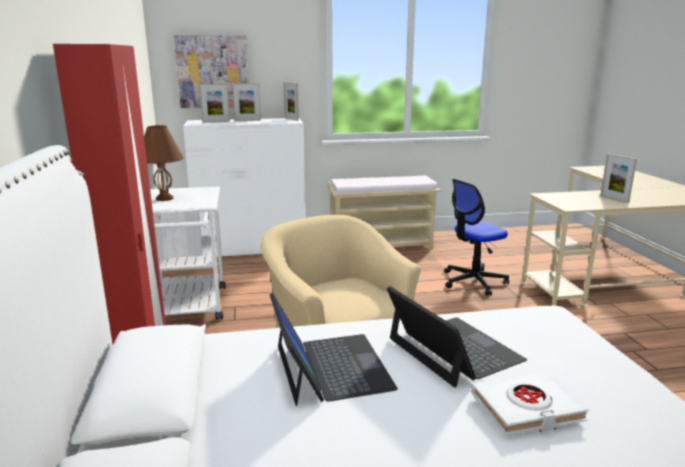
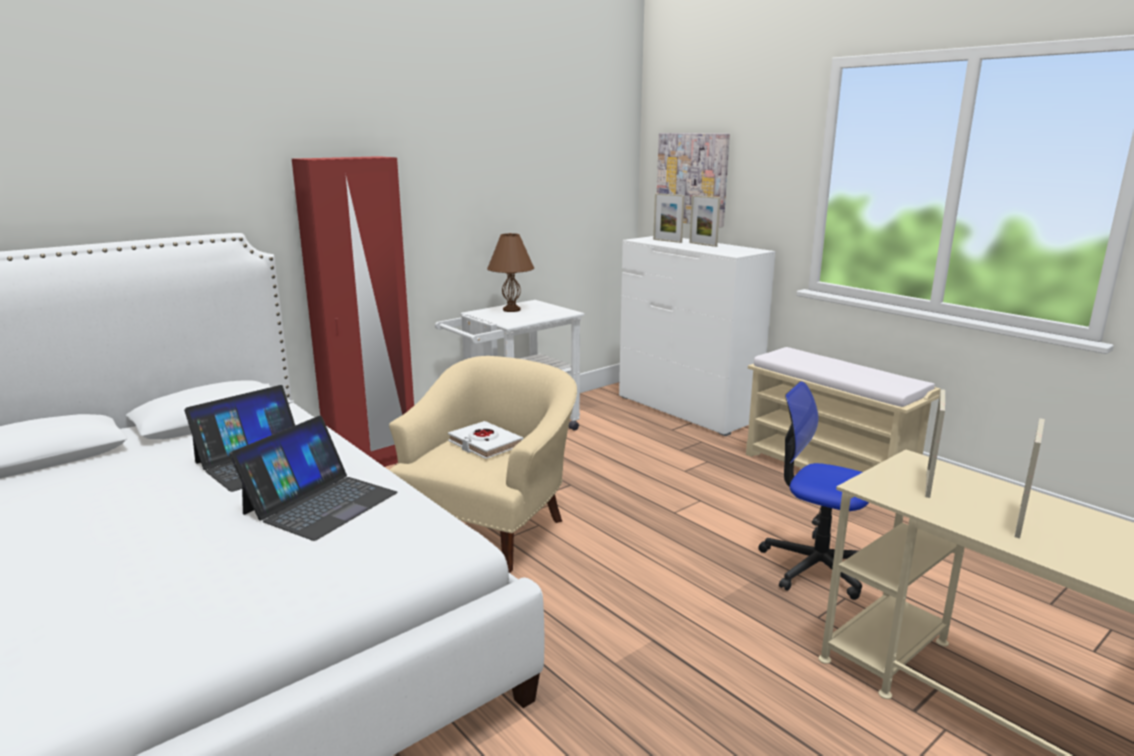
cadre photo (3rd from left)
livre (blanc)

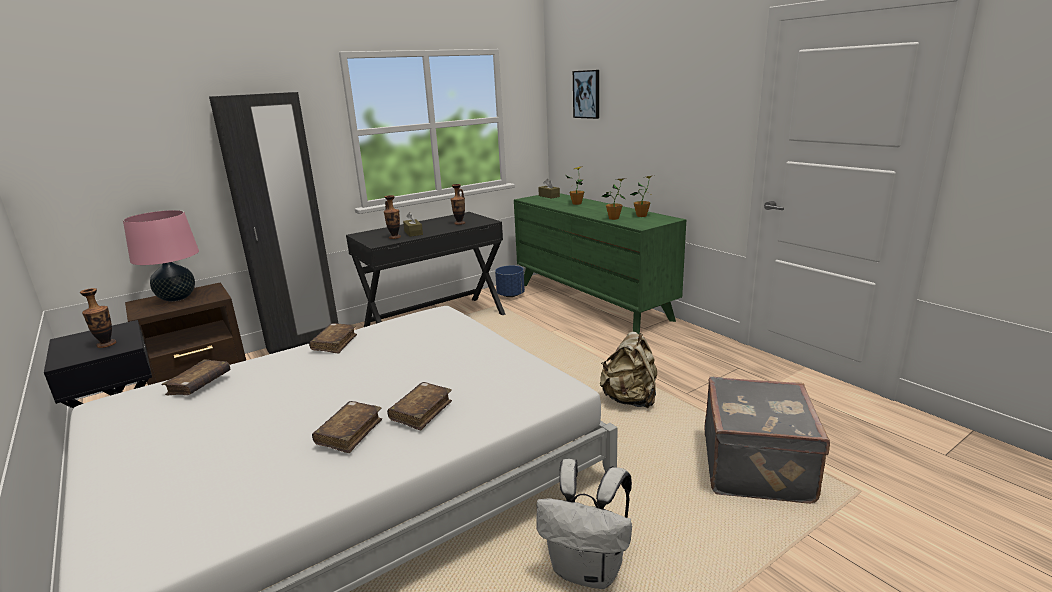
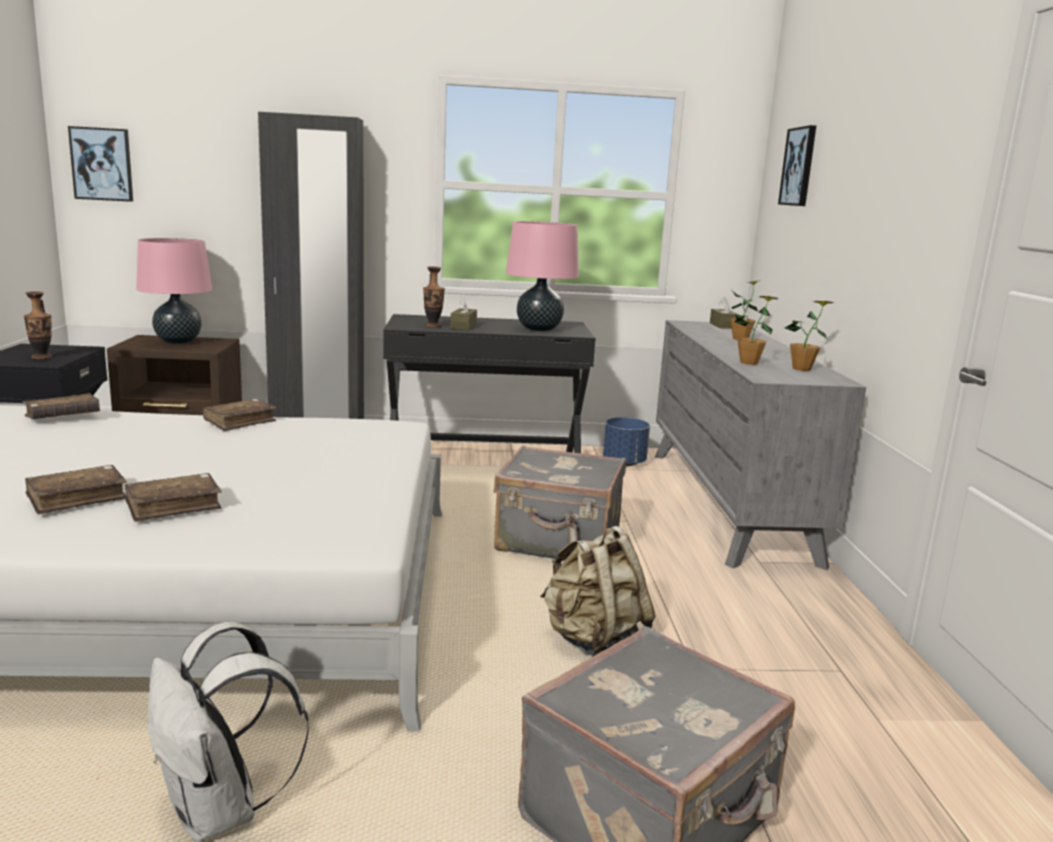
tableau (1st from left)
valise (gris) (1st from left)
lampe de table (rose) (2nd from left)
commode (gris)

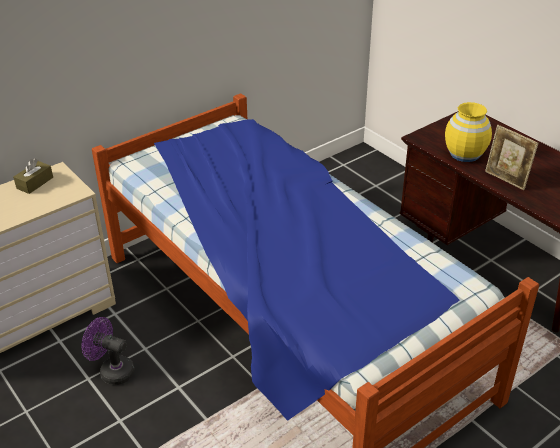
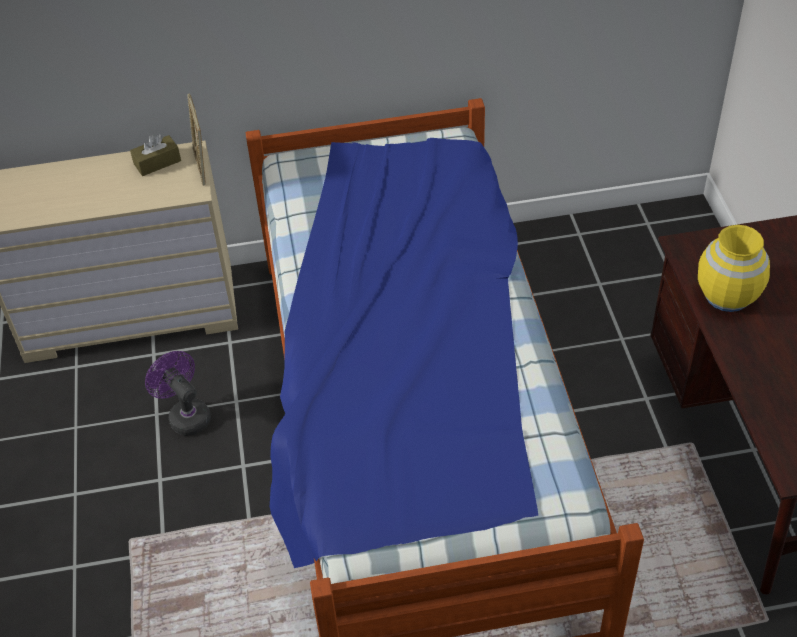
cadre photo

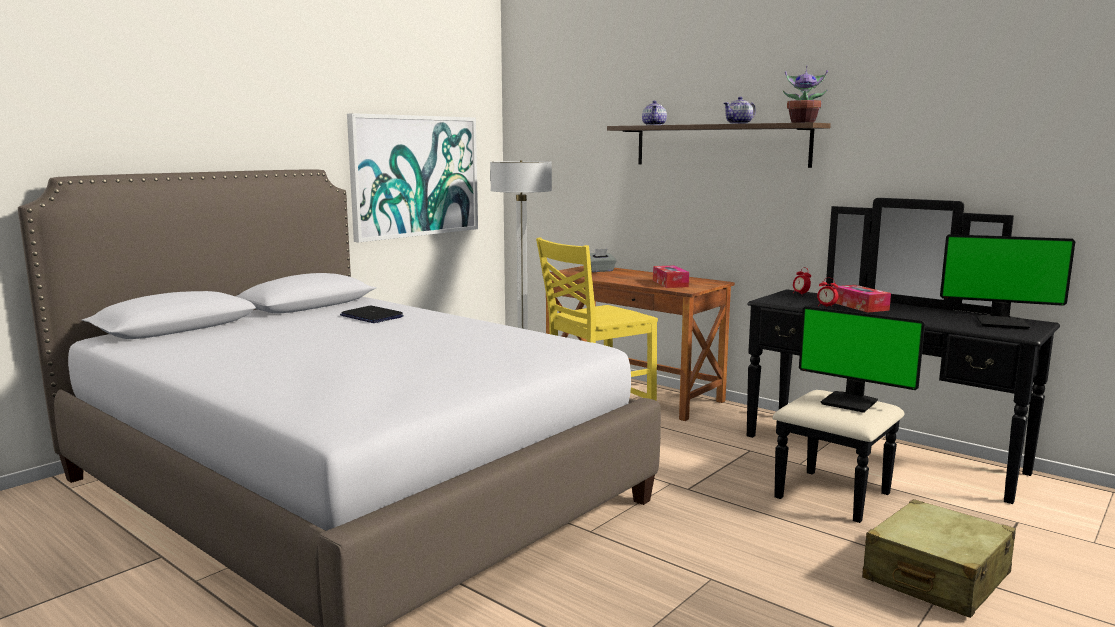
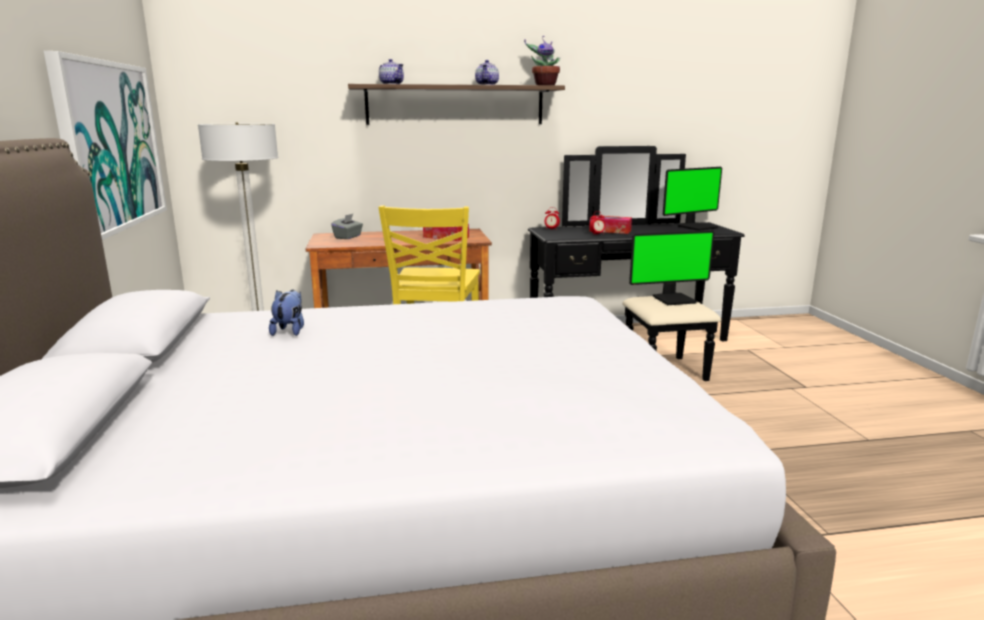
valise (beige)
peluche

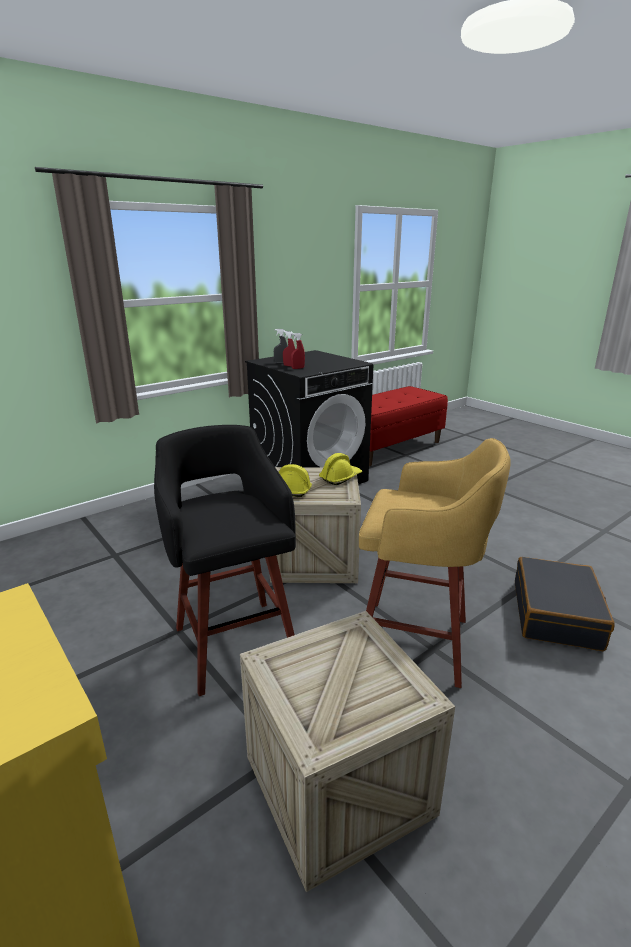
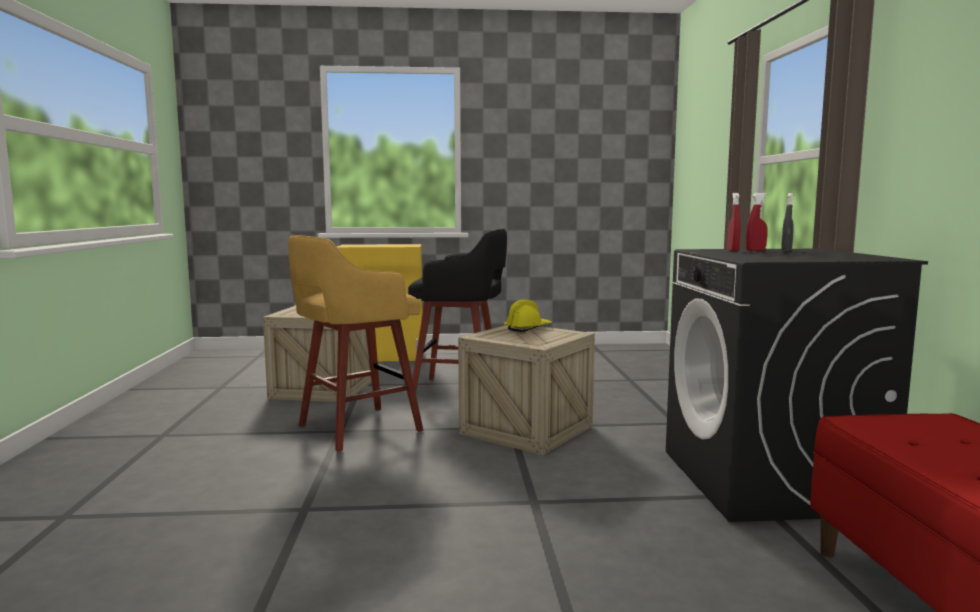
casque de chantier (jaune) (2nd from left in the first image)
valise (noir)

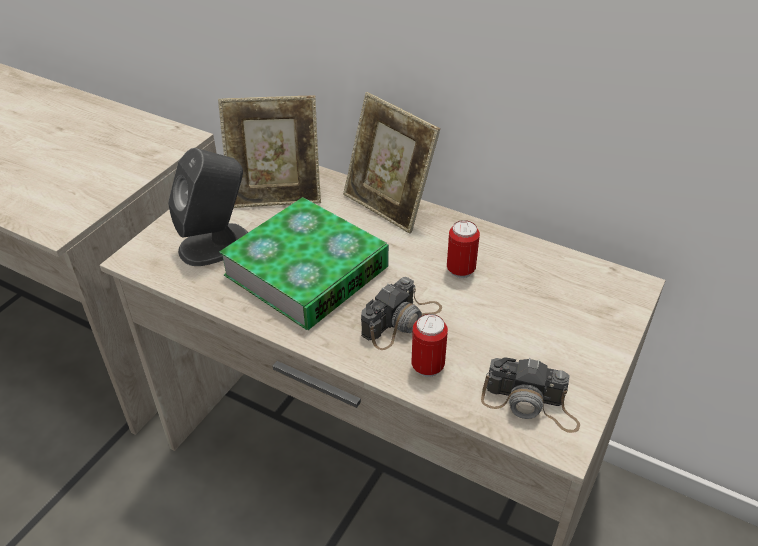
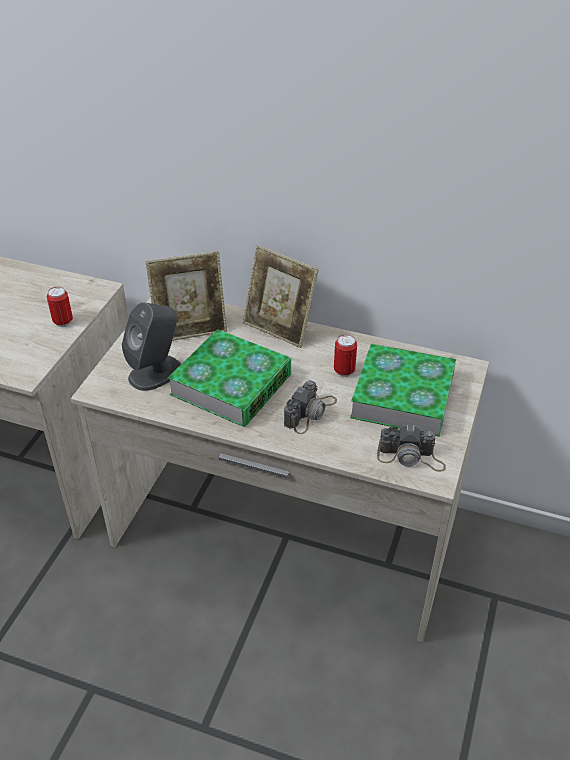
livre (2nd from left)
boîte métallique (1st from left)

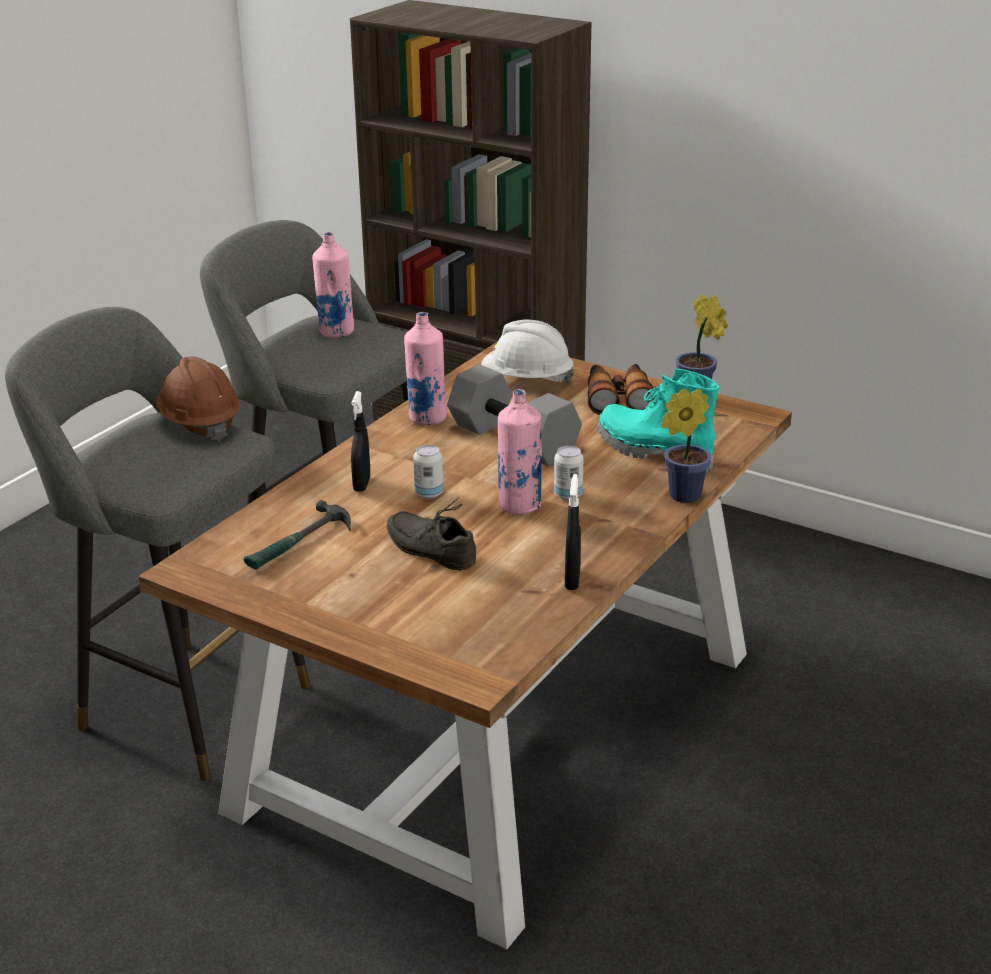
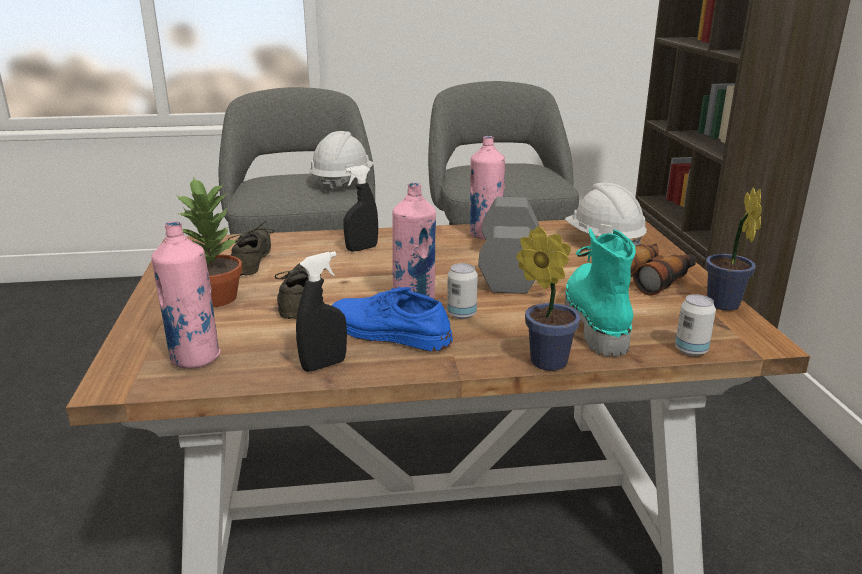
plante en pot (1st from left)
chaussure (bleu)
bouteille (rose) (1st from left)
boîte métallique (2nd from left)
chaussure (gris) (1st from left)
casque de chantier (blanc) (1st from left)

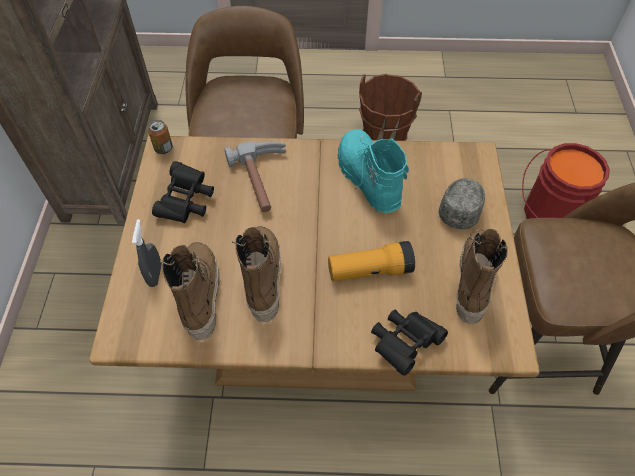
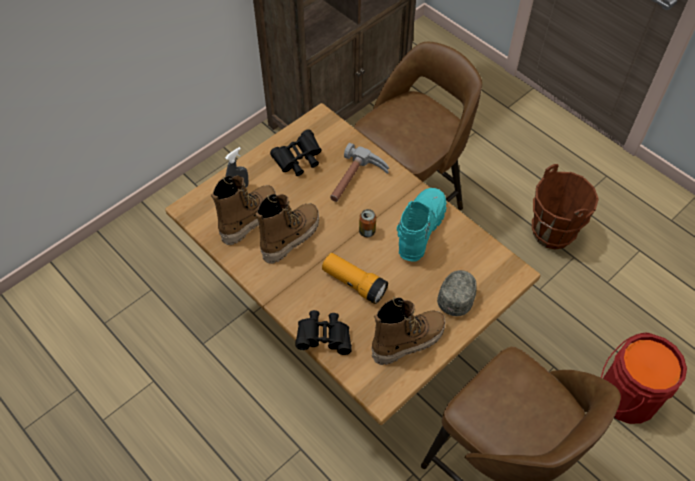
boîte métallique
casquette (gris)

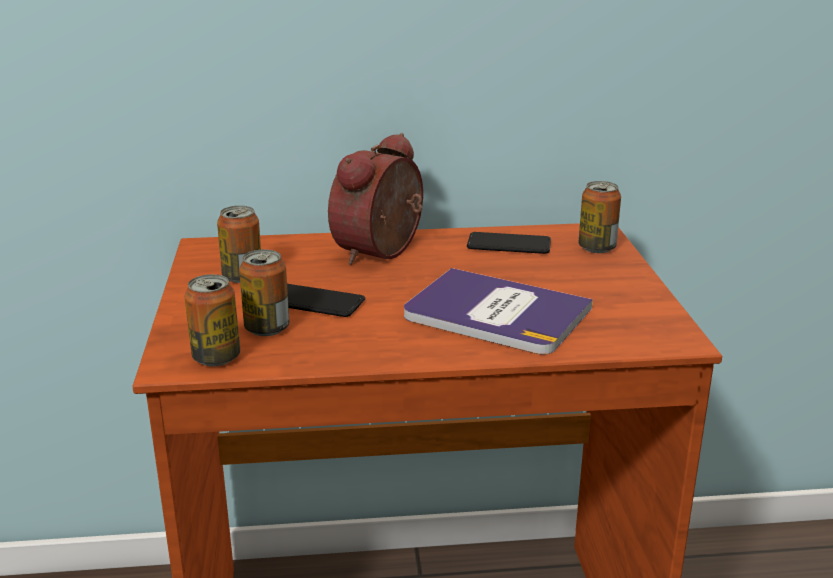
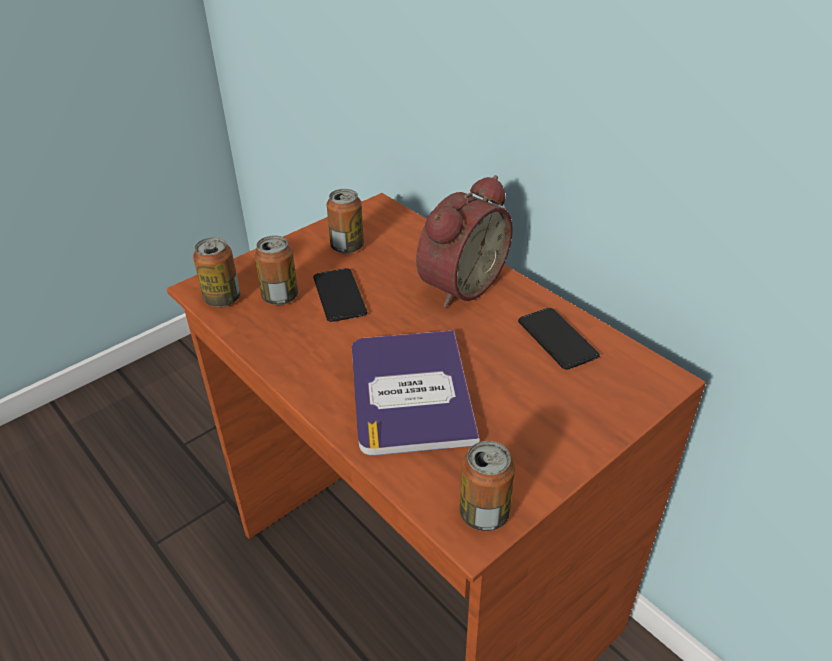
boîte métallique (4th from left)
réveil

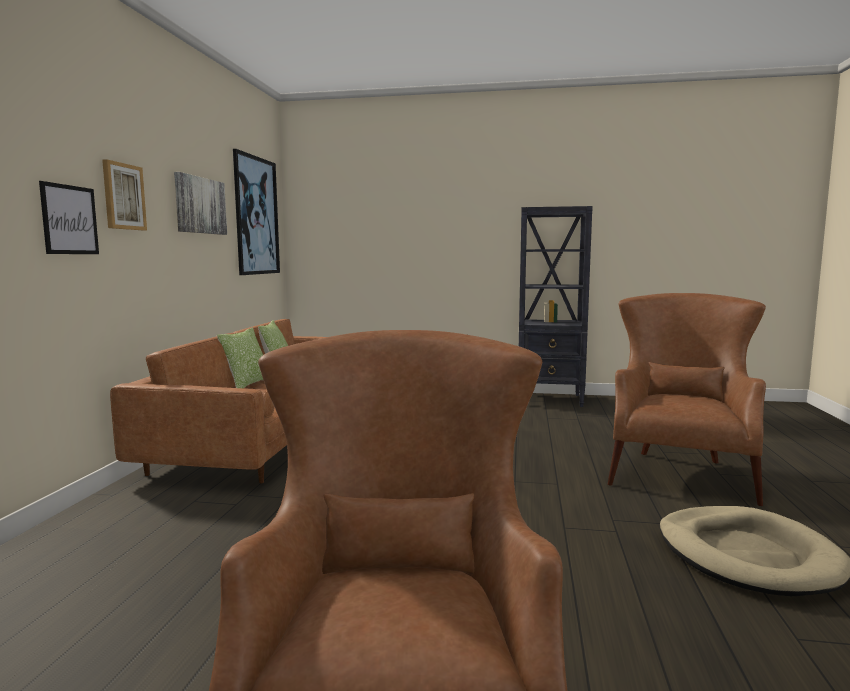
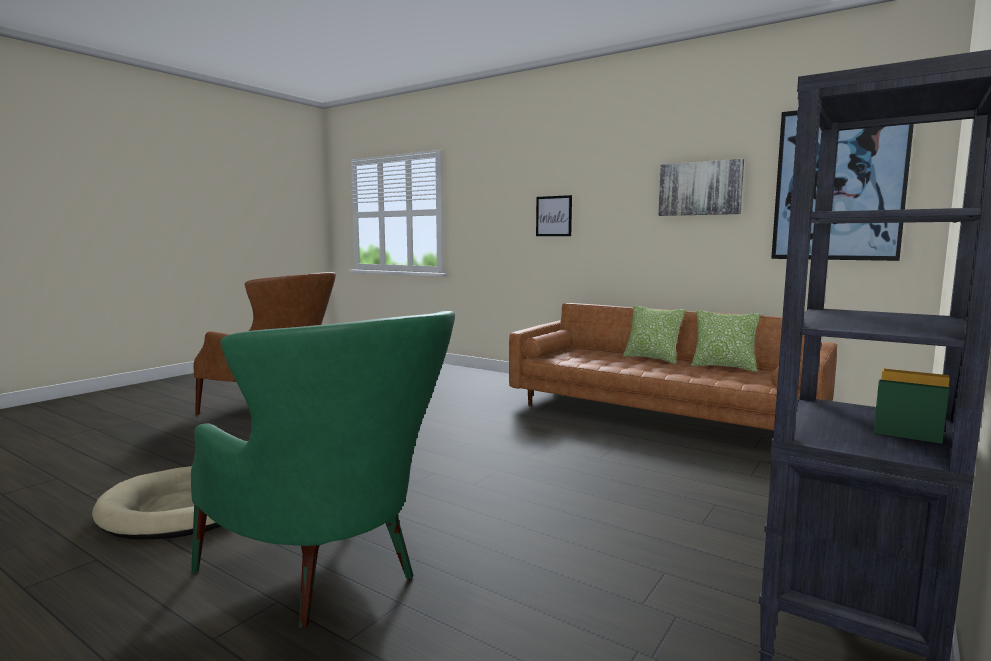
tableau (2nd from left in the first image)
fauteuil (vert)

